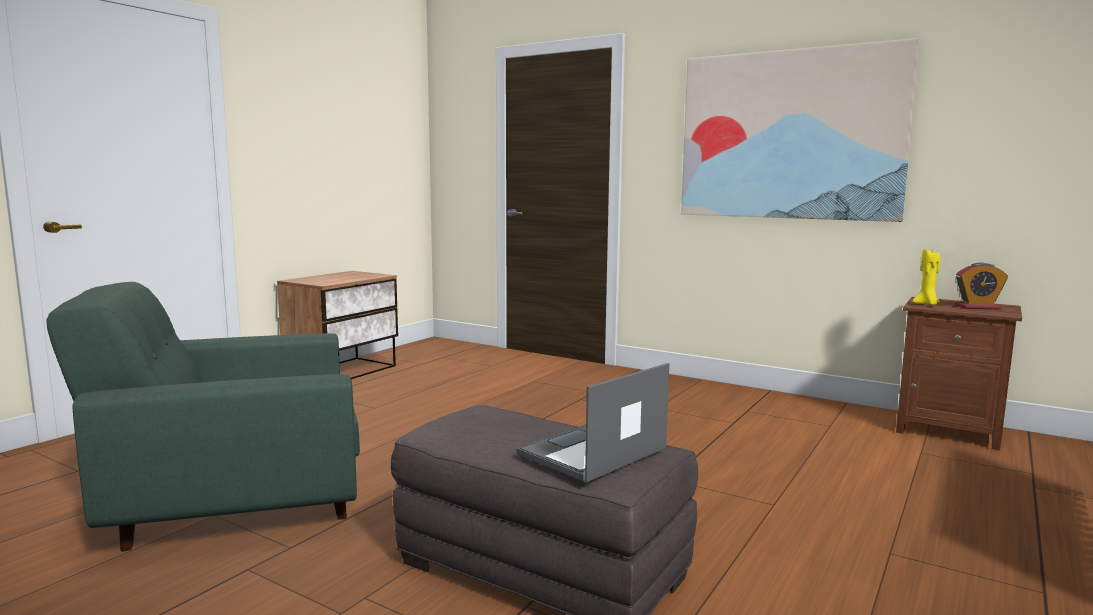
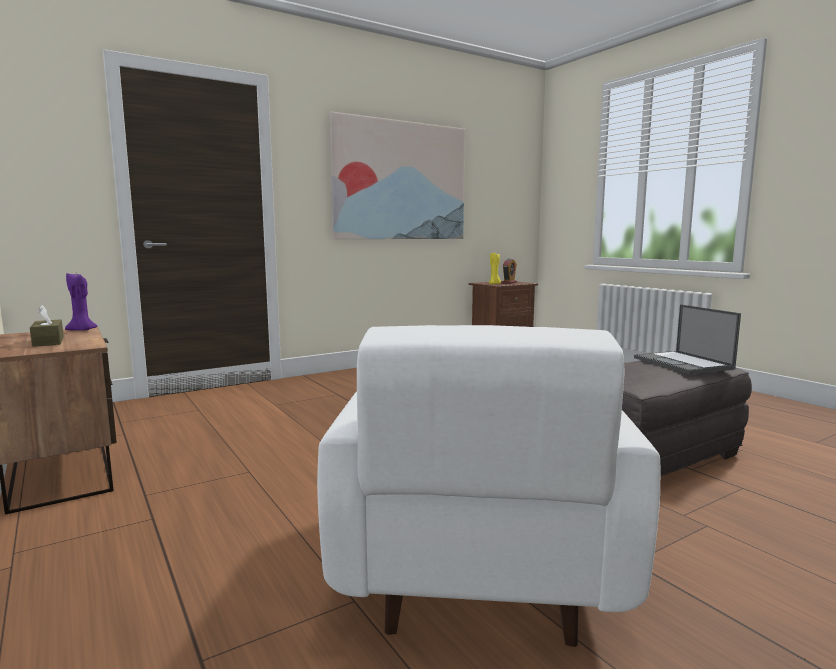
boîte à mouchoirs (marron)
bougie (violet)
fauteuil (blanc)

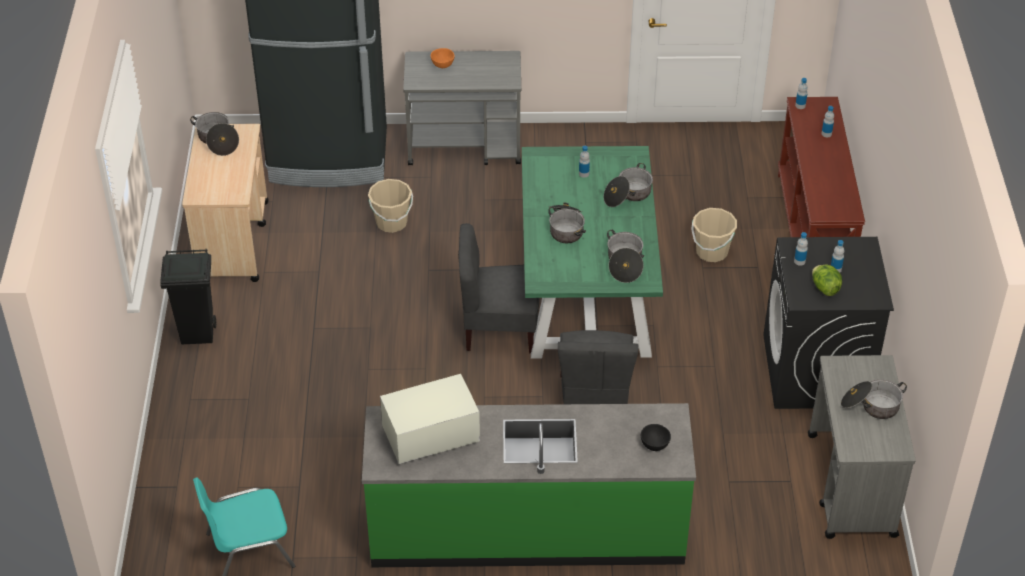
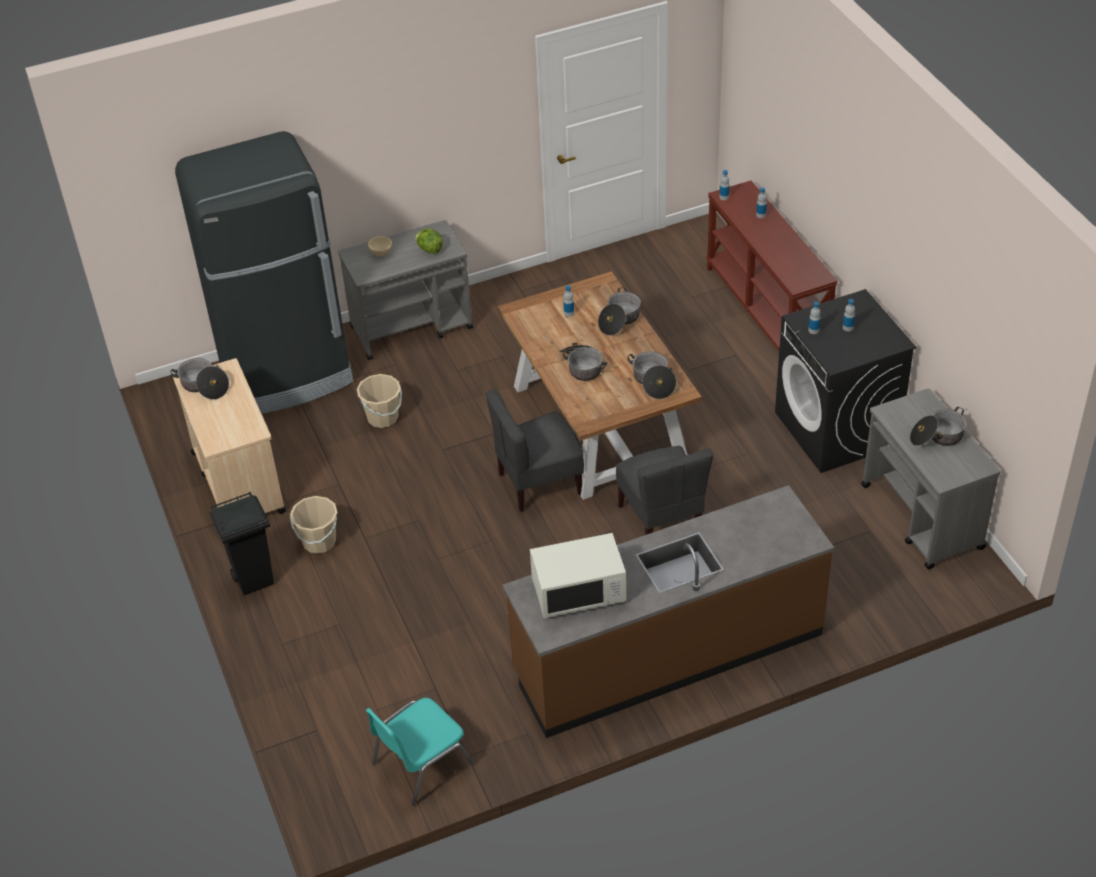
bol (noir)
seau (beige) (1st from left)
laitue
comptoir de cuisine (marron)
bol (beige)
table à manger (marron)
micro-ondes (blanc)

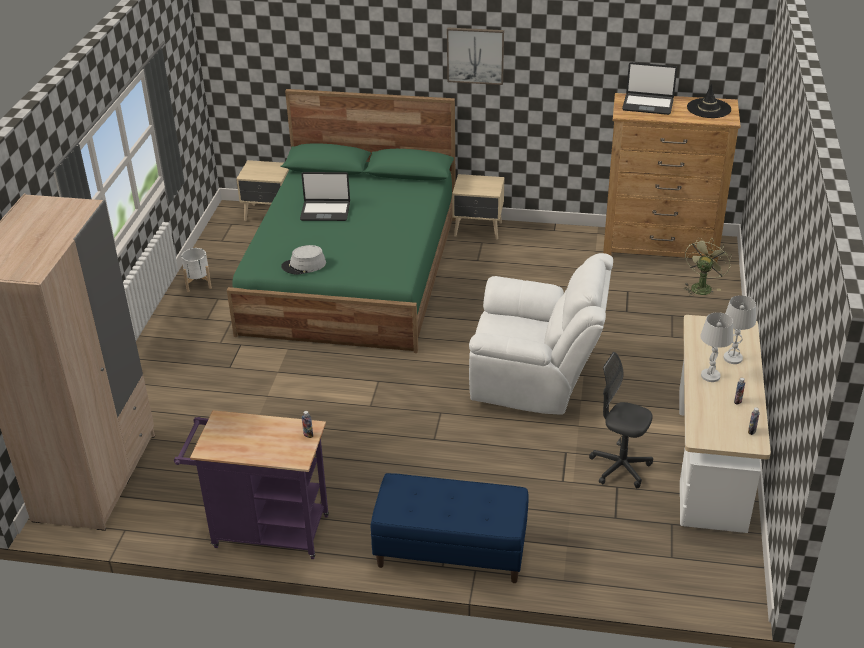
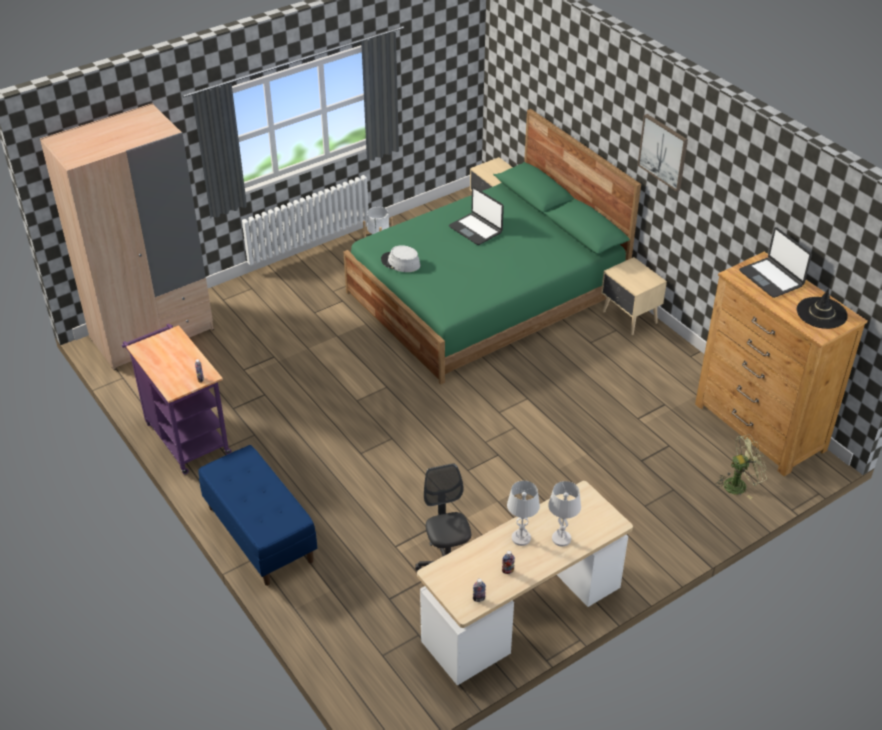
fauteuil (blanc)

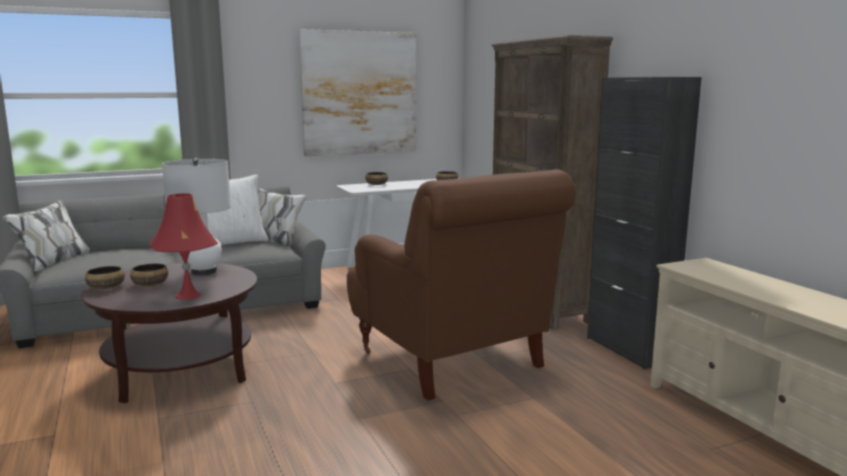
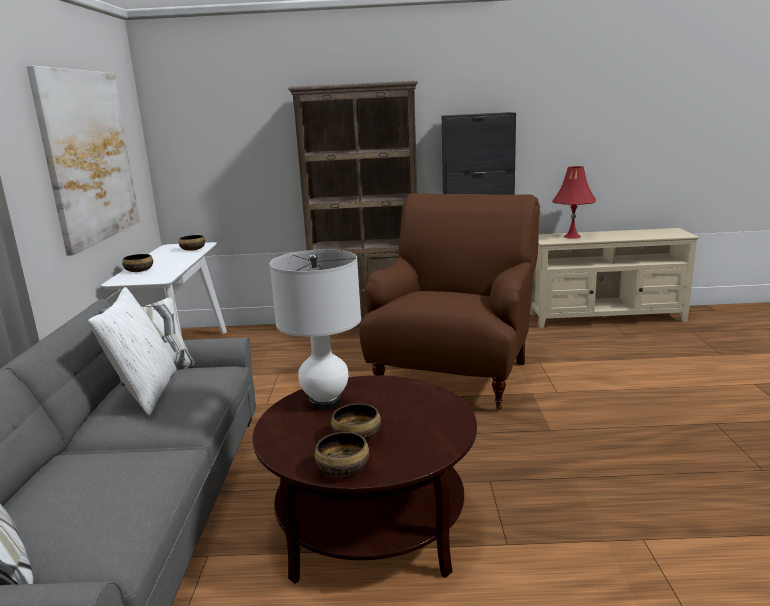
lampe de table (rouge)
fauteuil (marron)

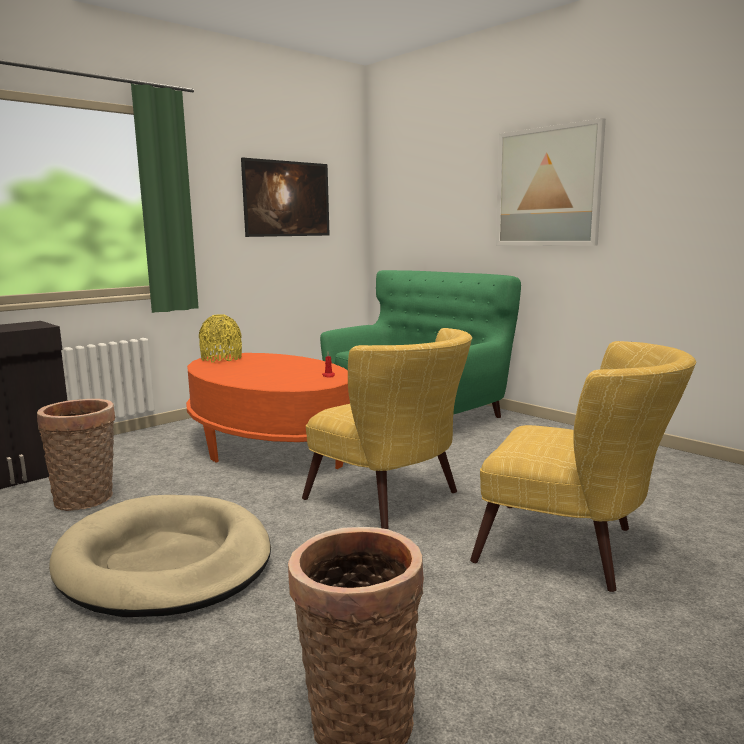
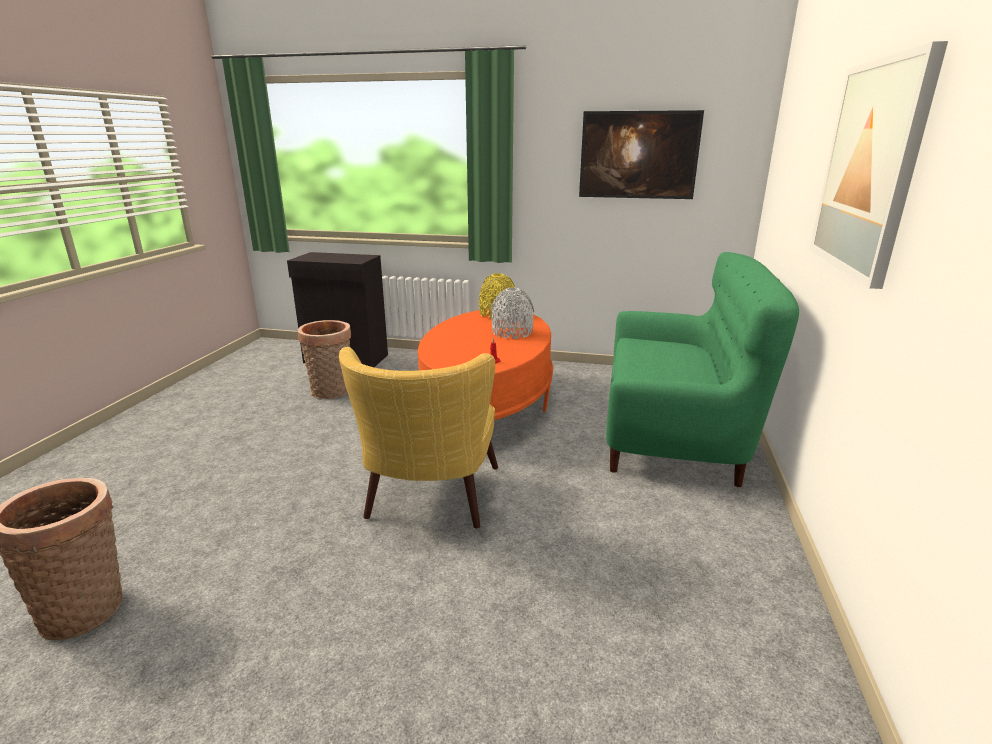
panier pour chien (beige)
fauteuil (jaune) (2nd from left in the first image)
vase (gris)

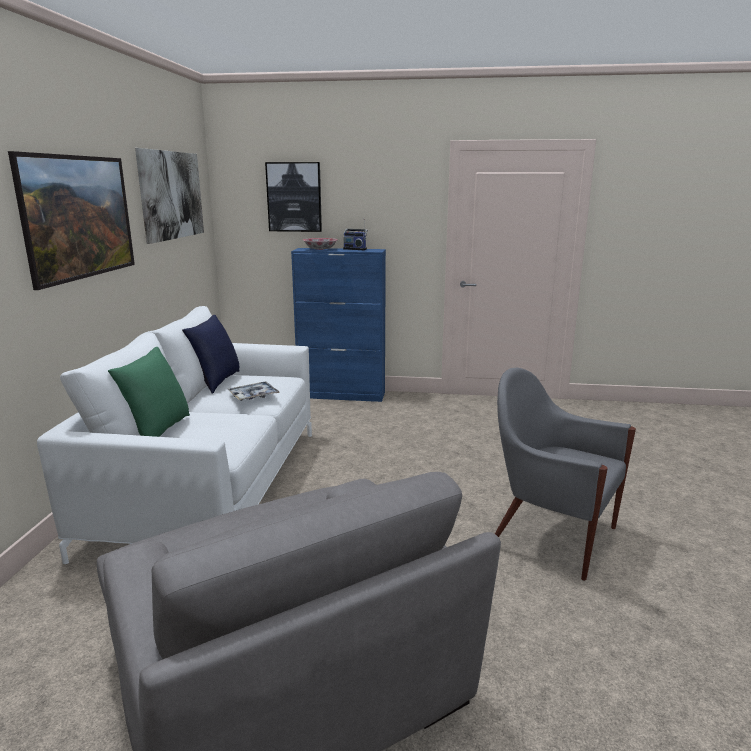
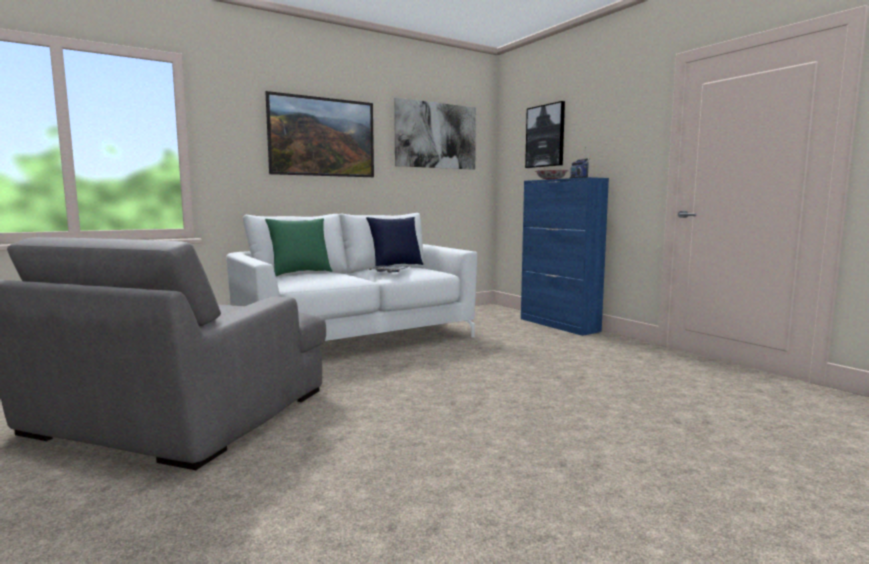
fauteuil (gris) (2nd from left in the first image)

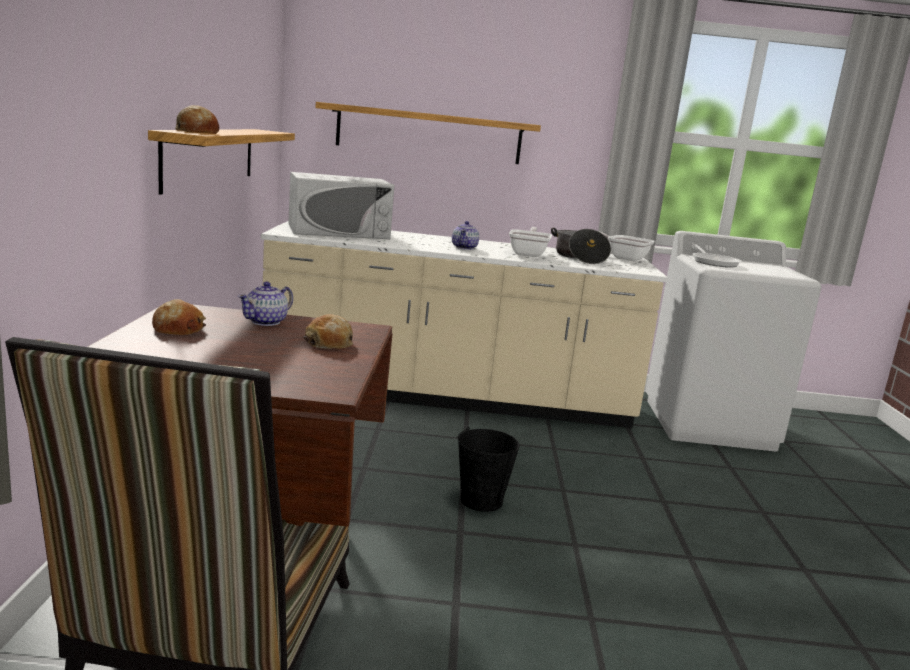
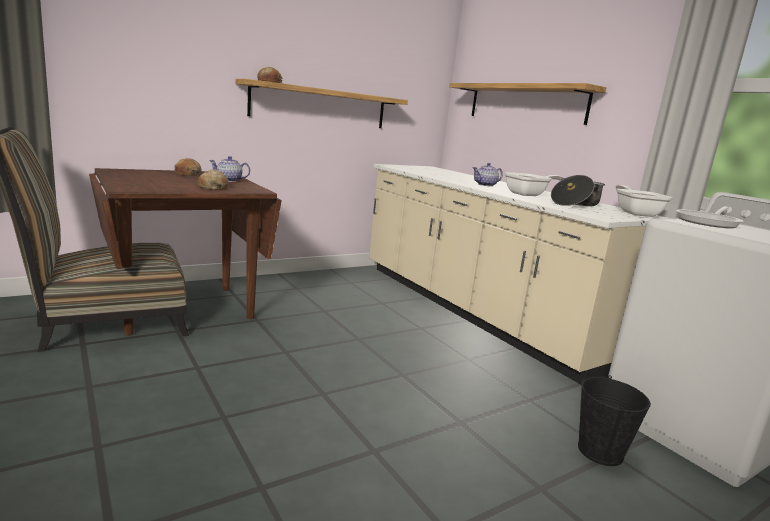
micro-ondes (blanc)
seau (noir)

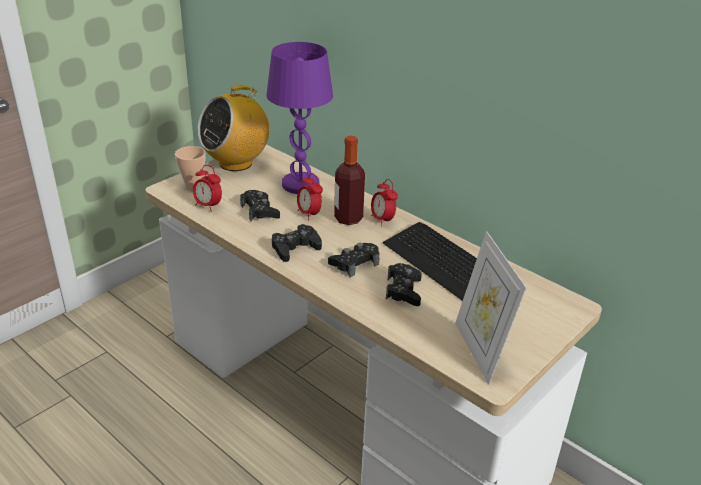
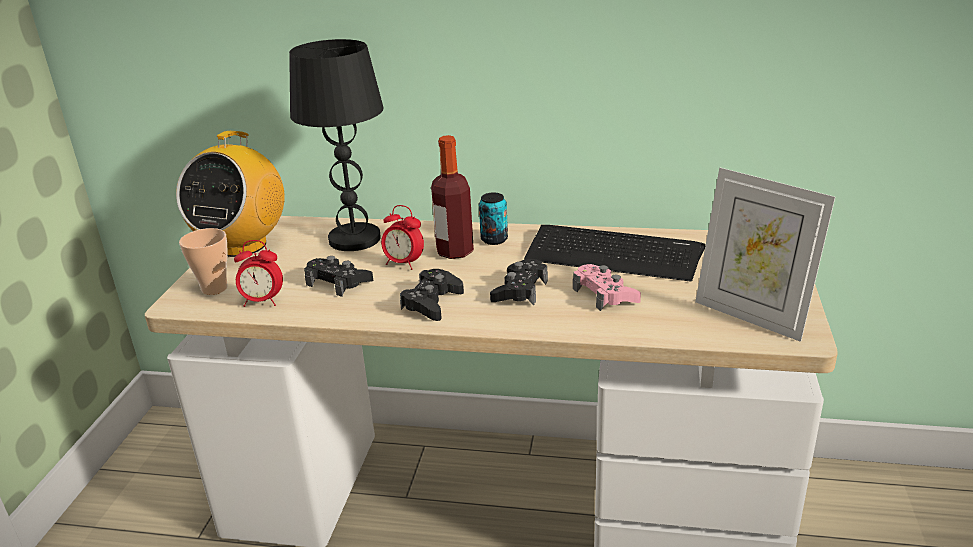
boîte métallique
lampe de table (noir)
manette (rose)

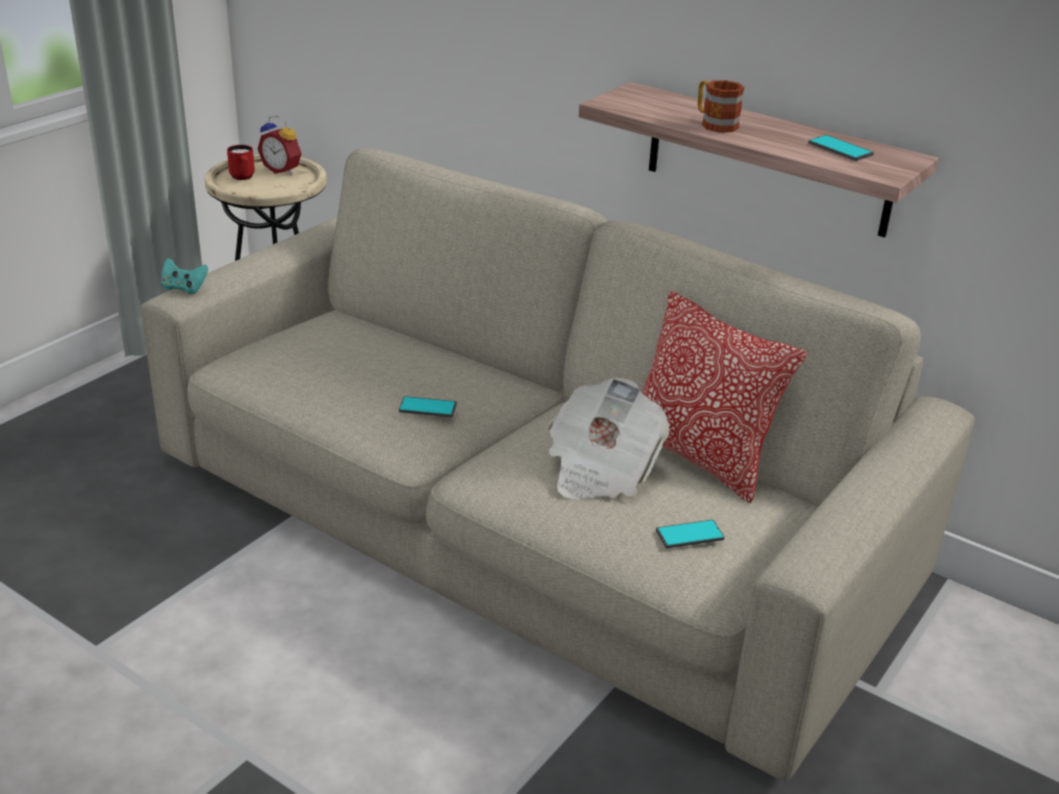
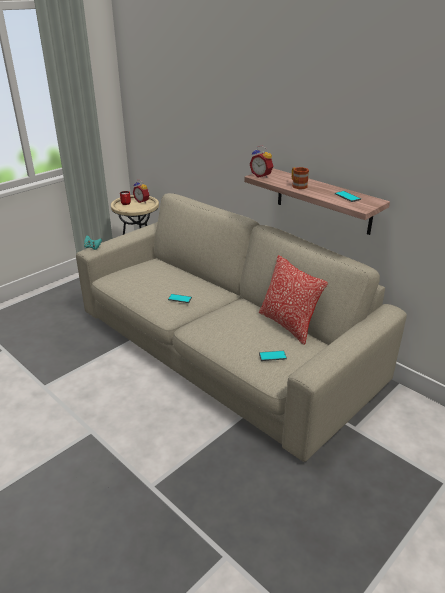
journal
réveil (2nd from left)

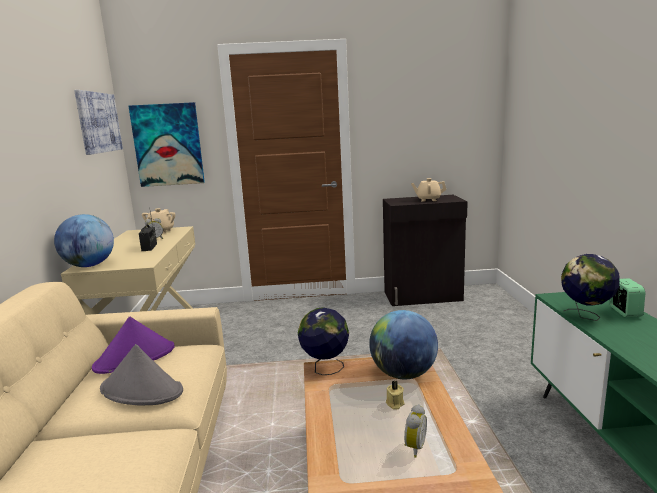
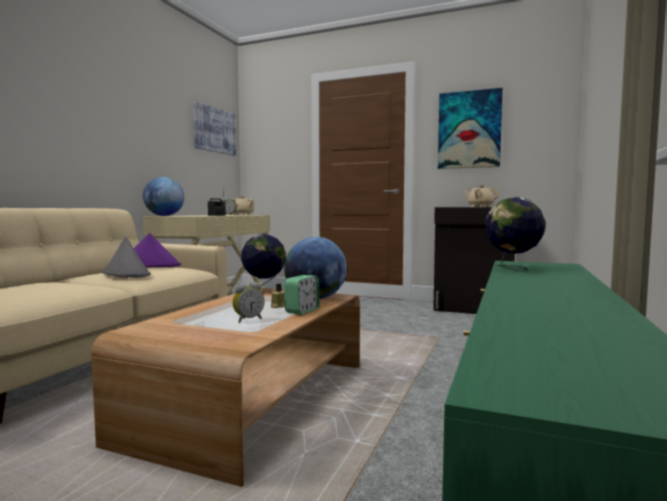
tableau (2nd from left)
réveil (3rd from left)

